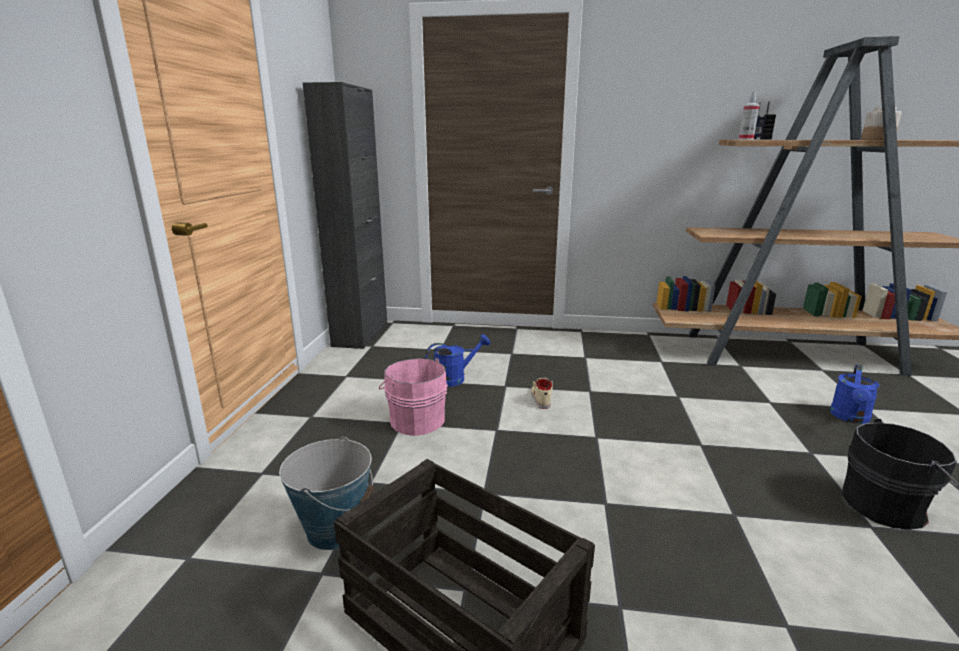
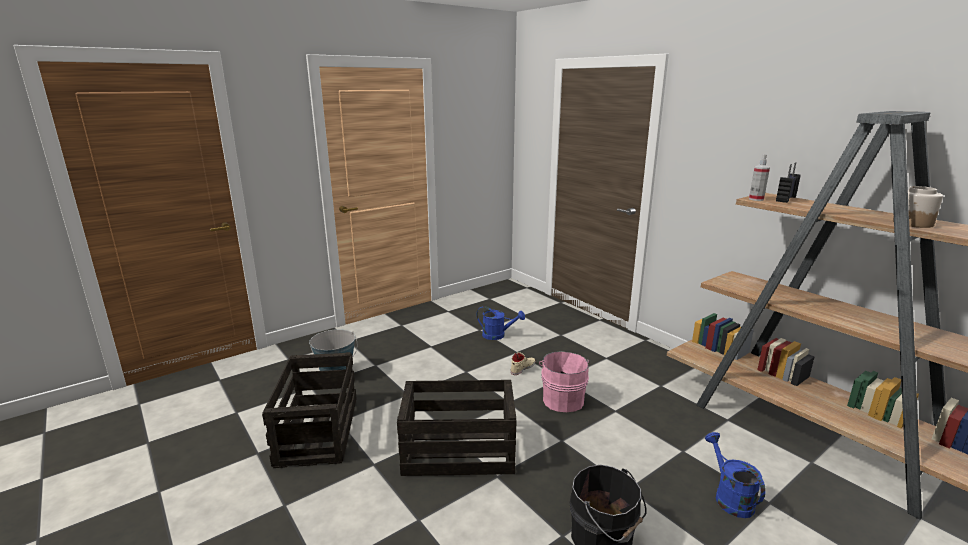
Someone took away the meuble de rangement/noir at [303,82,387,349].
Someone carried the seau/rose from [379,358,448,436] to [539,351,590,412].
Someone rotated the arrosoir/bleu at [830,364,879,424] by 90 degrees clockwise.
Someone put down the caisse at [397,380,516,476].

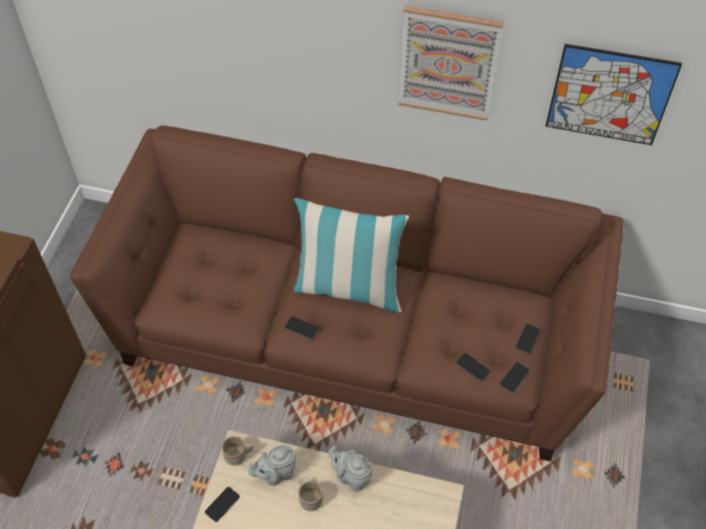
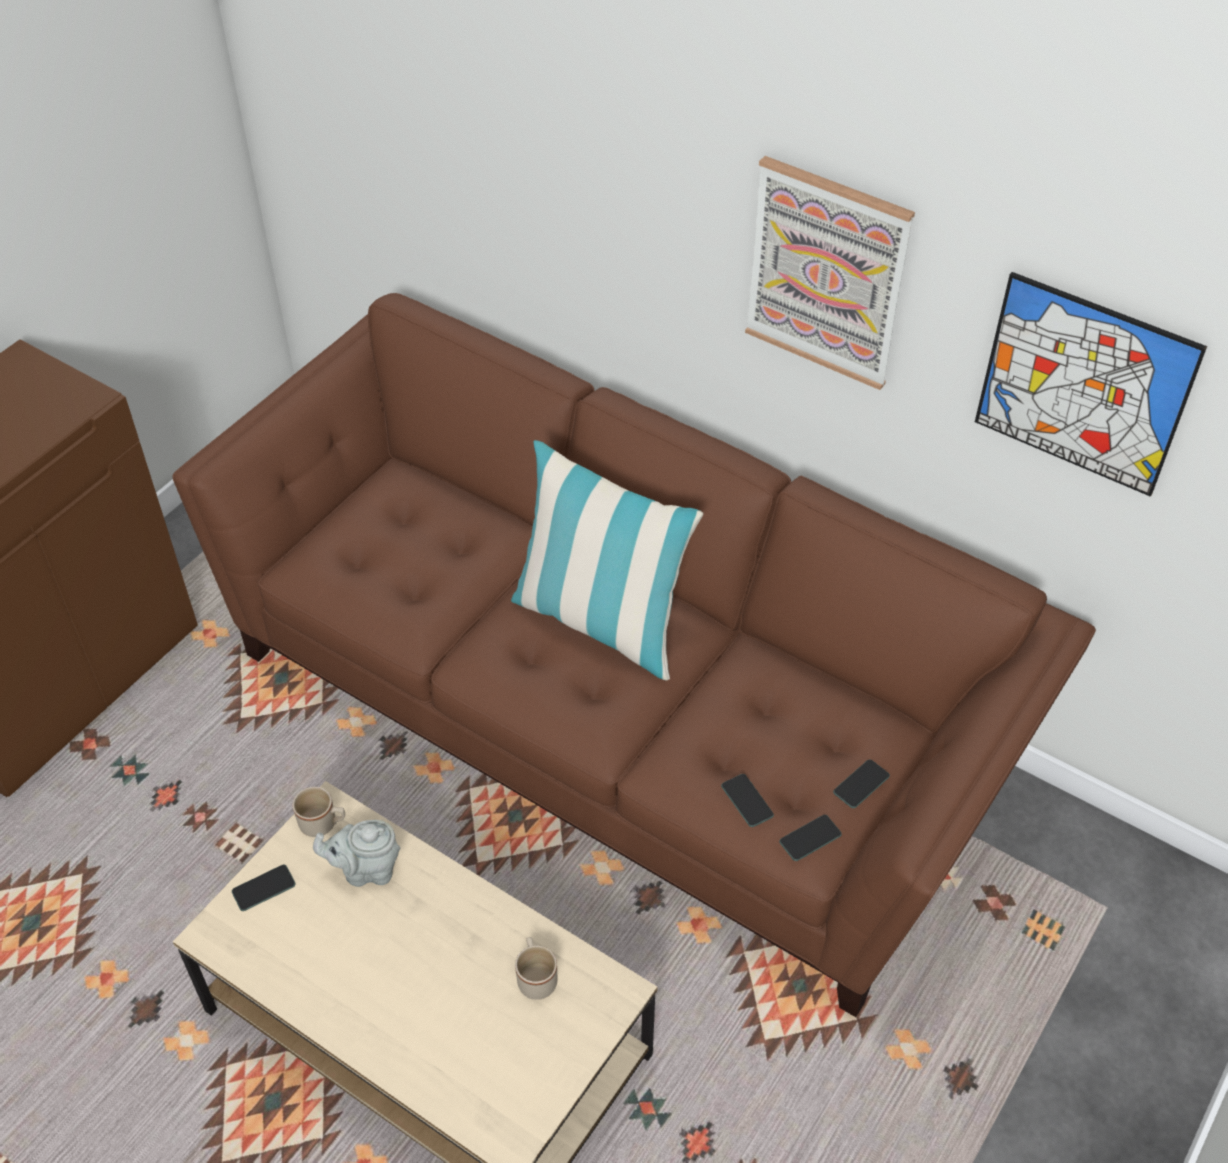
Someone took away the téléphone at [285,316,319,340].
Someone carried the mug/beige from [298,478,323,511] to [515,937,557,1000].
Someone took away the théière/gris at [328,445,372,492].

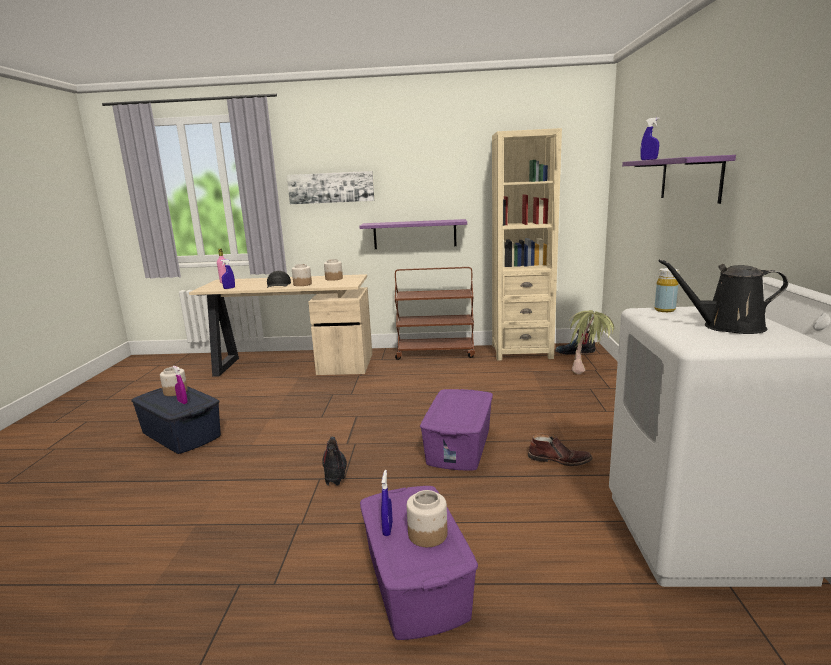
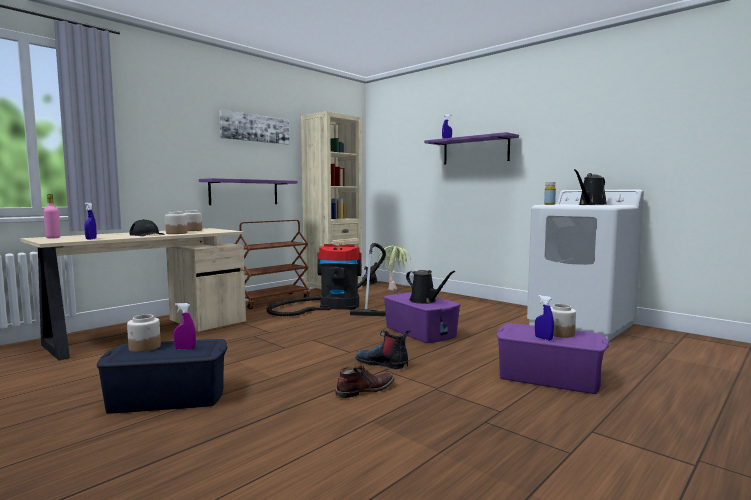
Someone carried the tableau from [287,171,374,204] to [219,110,289,145].
Someone carried the botte/marron from [528,433,593,466] to [335,364,395,398].
Someone put down the aspirateur at [267,243,386,316].
Someone put down the arrosoir/noir at [406,270,455,304].

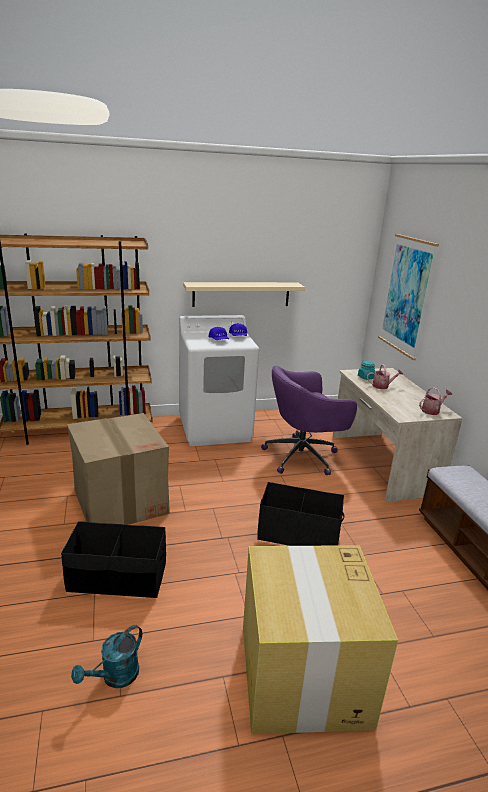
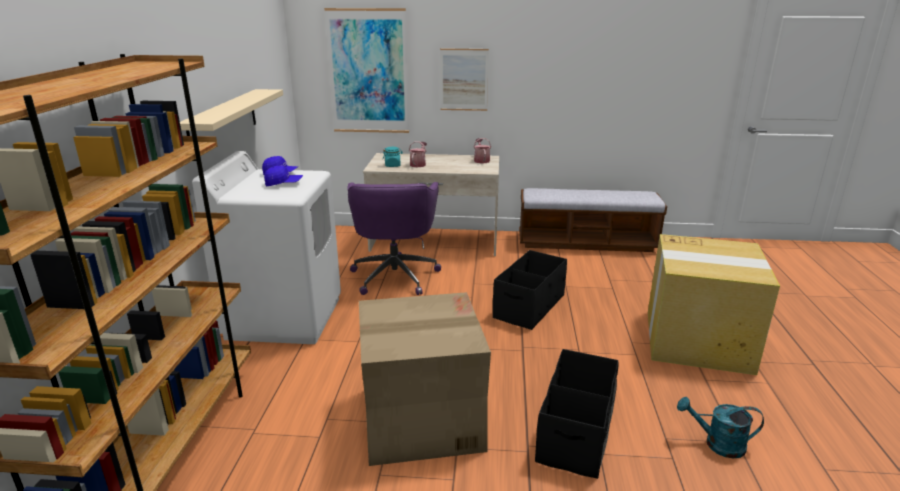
Someone rotated the arrosoir/turquoise at [71,625,142,688] by 135 degrees clockwise.
Someone put up the tableau at [440,49,489,111].

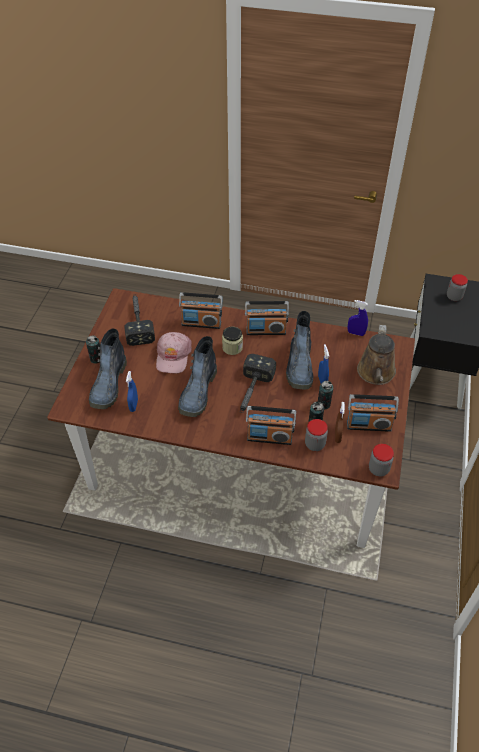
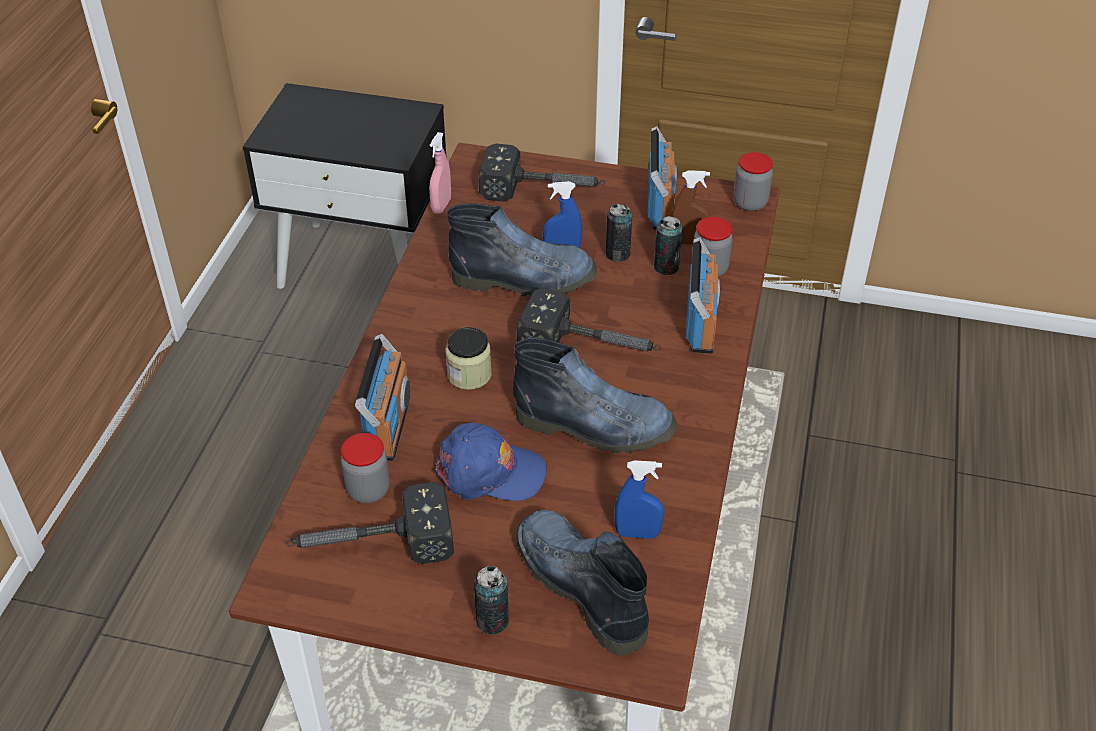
Someone rotated the botte at [89,329,127,409] by 135 degrees counterclockwise.
Someone repainted the casquette/rose at [156,332,192,373], which became the casquette/bleu at [435,423,547,501].
Someone took away the radio at [245,301,289,335].
Someone repainted the vaporisateur/bleu at [348,300,368,336], which became the vaporisateur/rose at [429,132,451,214].
Someone swapped the arrosoir/marron at [357,325,396,385] for the marteau at [478,144,605,201].
Someone carried the bocal from [447,274,468,301] to [341,433,390,503].

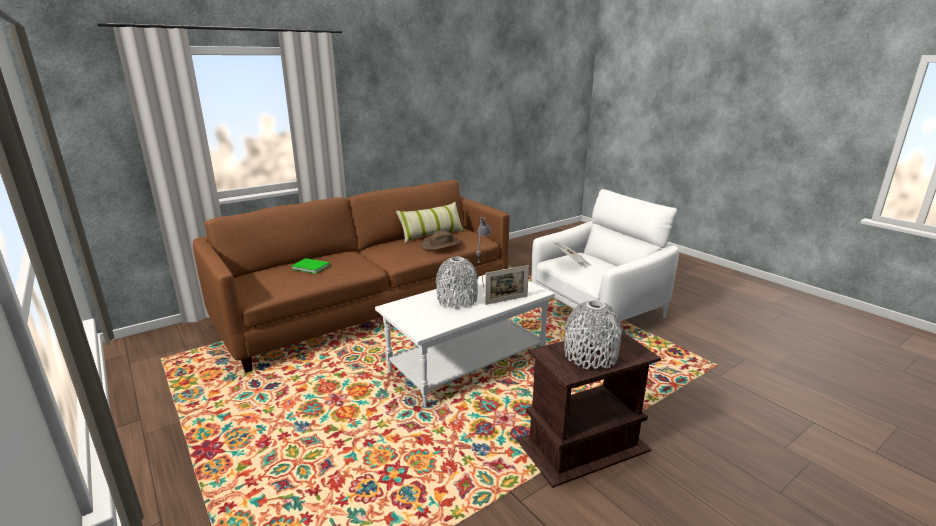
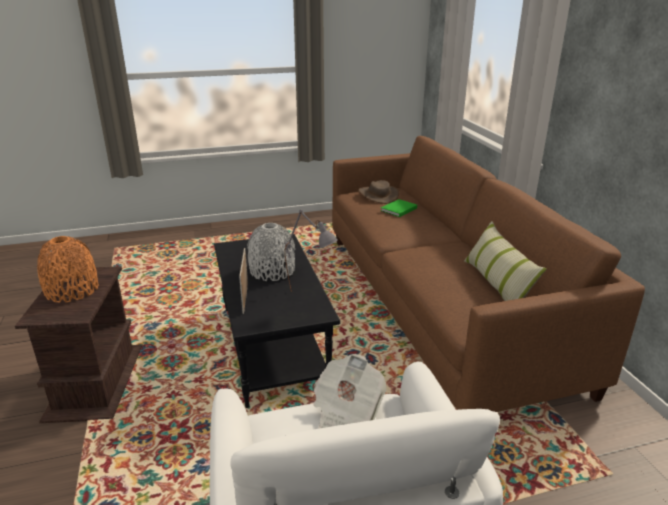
Someone repainted the table basse/blanc at [375,269,555,407], which became the table basse/noir at [214,234,340,408].
Someone carried the chapeau/marron from [420,230,463,250] to [358,180,399,204].
Someone repainted the vase/gris at [564,300,623,369], which became the vase/orange at [37,236,99,302].

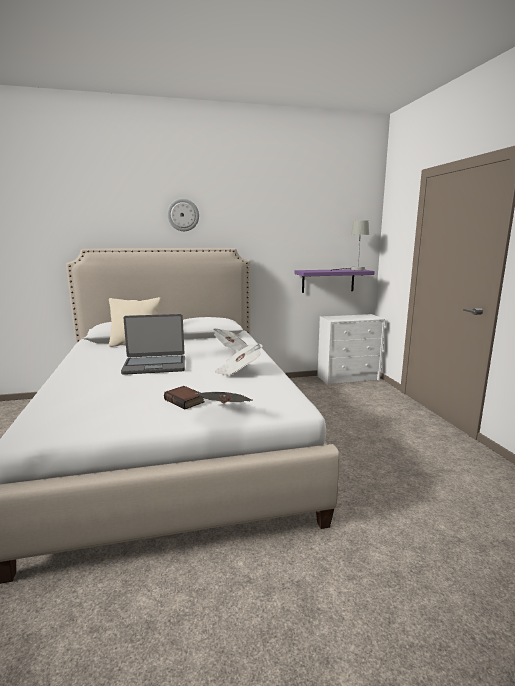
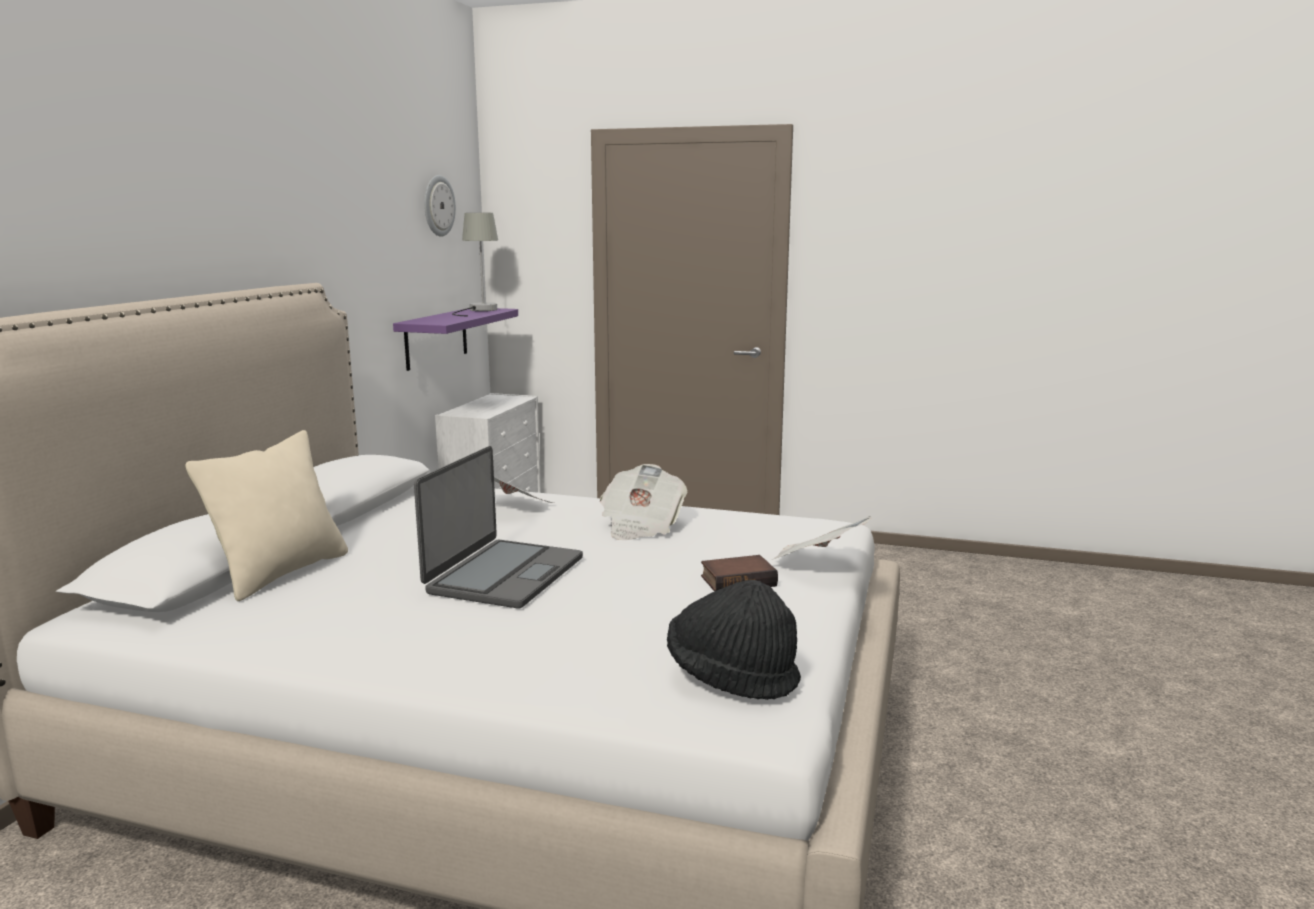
Someone carried the horloge murale from [167,199,199,231] to [424,175,456,237].
Someone put down the chapeau/noir at [667,580,801,700].

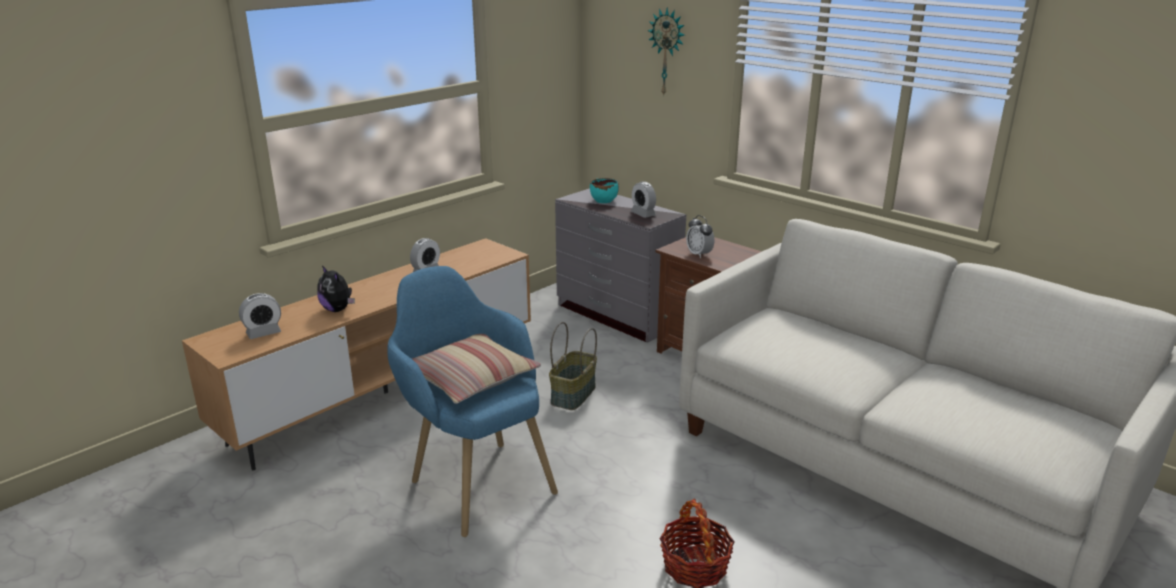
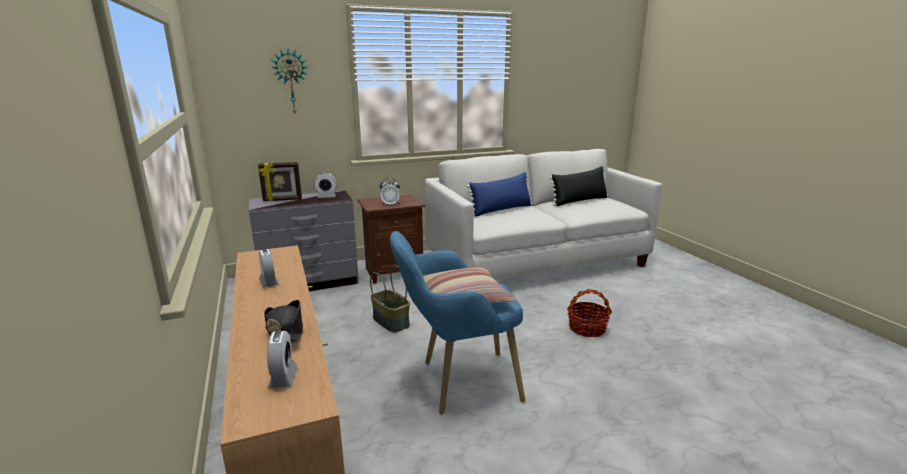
Someone swapped the peluche at [317,265,355,312] for the chapeau/noir at [264,300,303,344].
Someone swapped the bol/turquoise at [590,178,619,203] for the cadre photo at [258,162,302,202].
Someone put down the coussin/bleu at [467,172,532,217].
Someone put down the coussin/noir at [549,166,608,206].

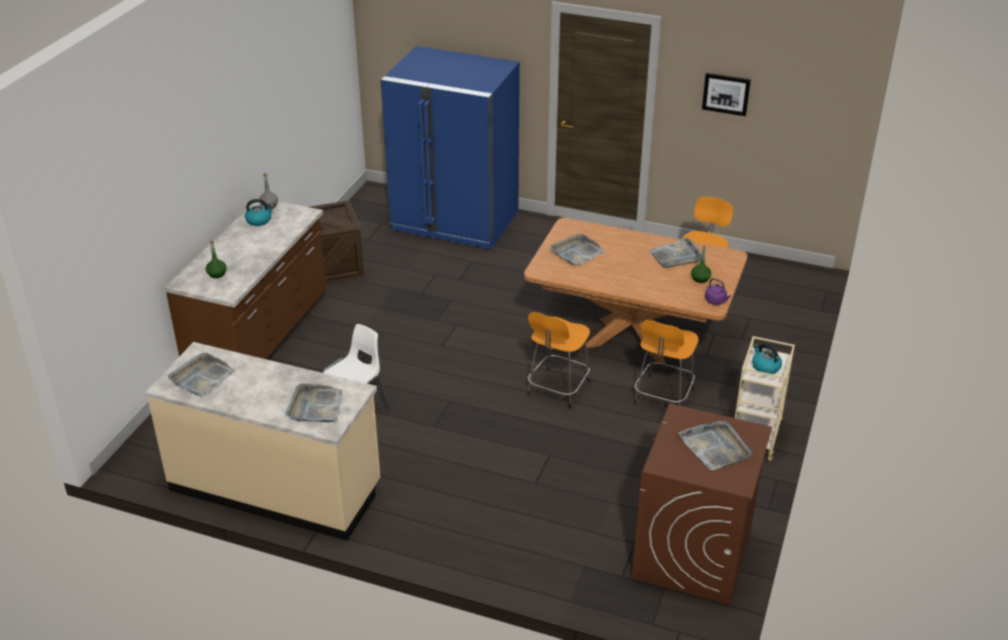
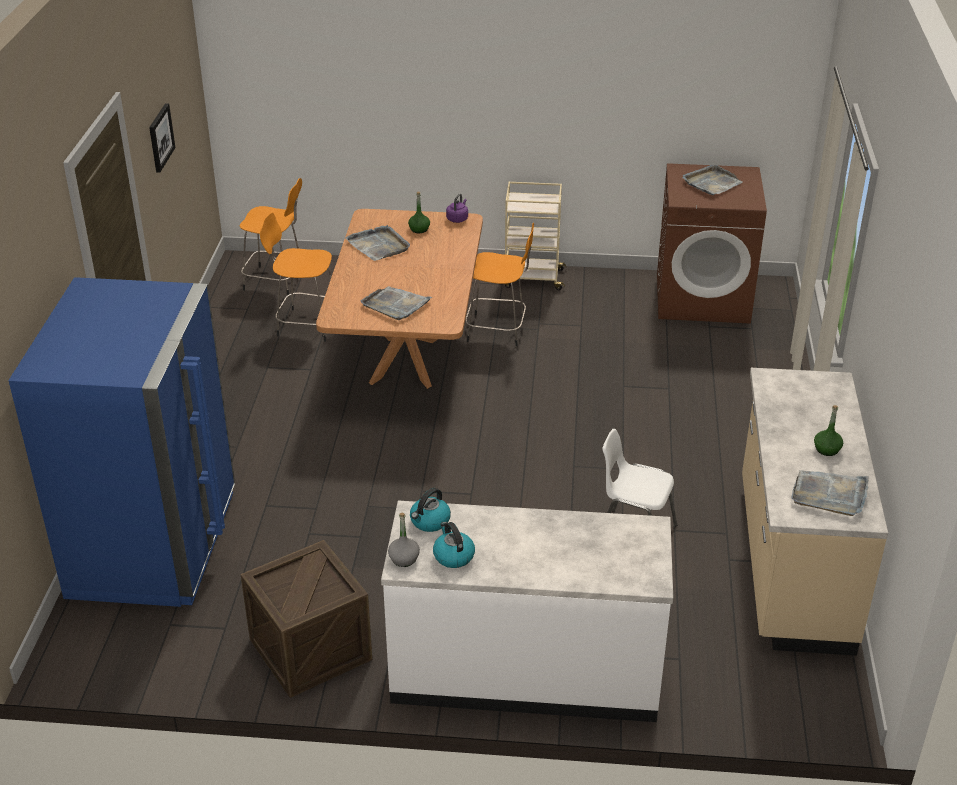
Someone repainted the comptoir de cuisine/marron at [165,198,326,359], which became the comptoir de cuisine/blanc at [381,501,673,722].
Someone carried the bouteille/vert from [206,240,227,278] to [814,405,843,456].
Someone took away the plateau/gris at [285,383,342,422].
Someone carried the tabouret/orange from [527,312,590,410] to [240,178,302,295].
Someone carried the bouilloire from [752,343,782,374] to [410,488,451,532].

